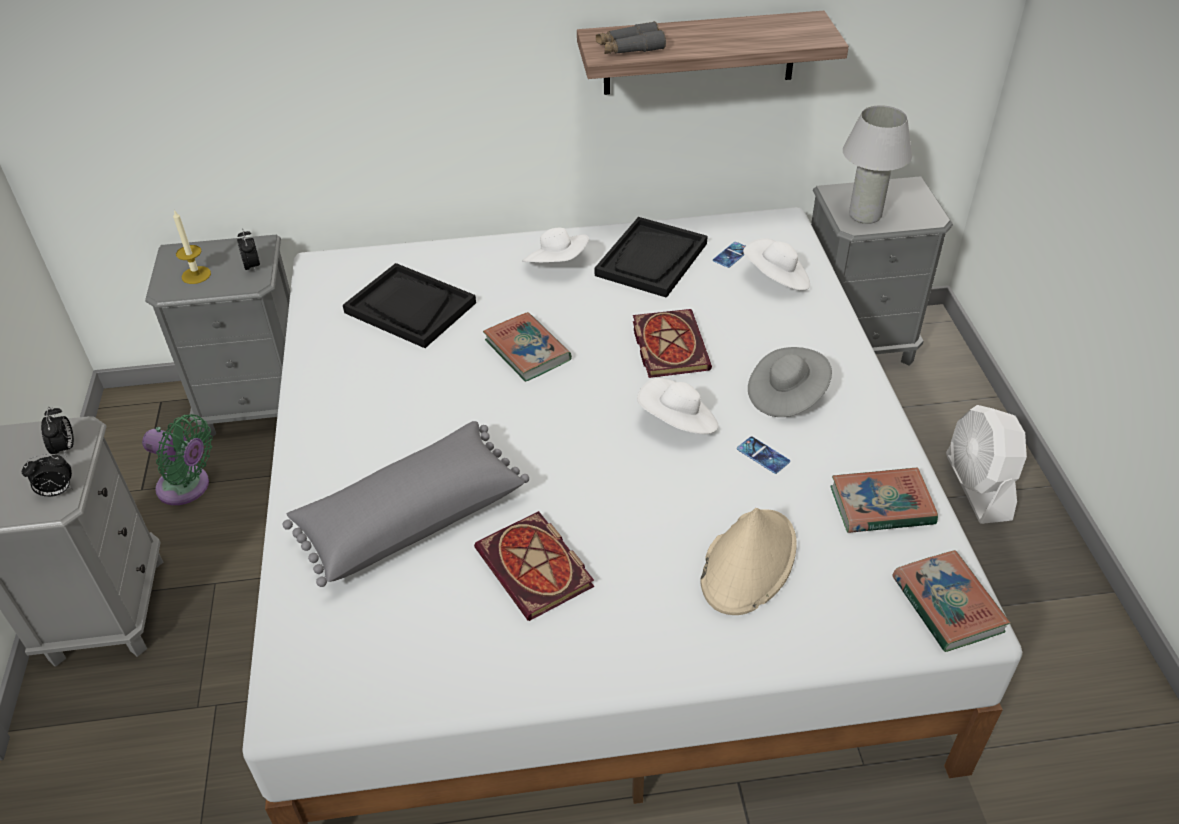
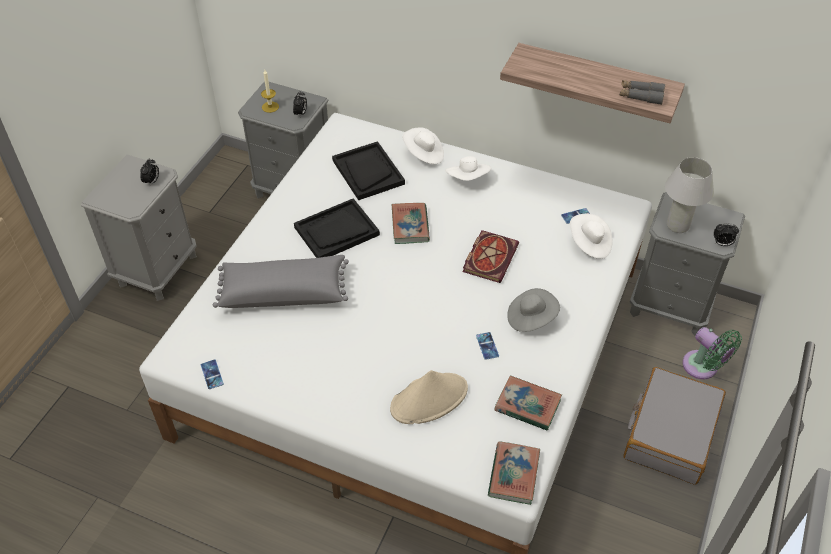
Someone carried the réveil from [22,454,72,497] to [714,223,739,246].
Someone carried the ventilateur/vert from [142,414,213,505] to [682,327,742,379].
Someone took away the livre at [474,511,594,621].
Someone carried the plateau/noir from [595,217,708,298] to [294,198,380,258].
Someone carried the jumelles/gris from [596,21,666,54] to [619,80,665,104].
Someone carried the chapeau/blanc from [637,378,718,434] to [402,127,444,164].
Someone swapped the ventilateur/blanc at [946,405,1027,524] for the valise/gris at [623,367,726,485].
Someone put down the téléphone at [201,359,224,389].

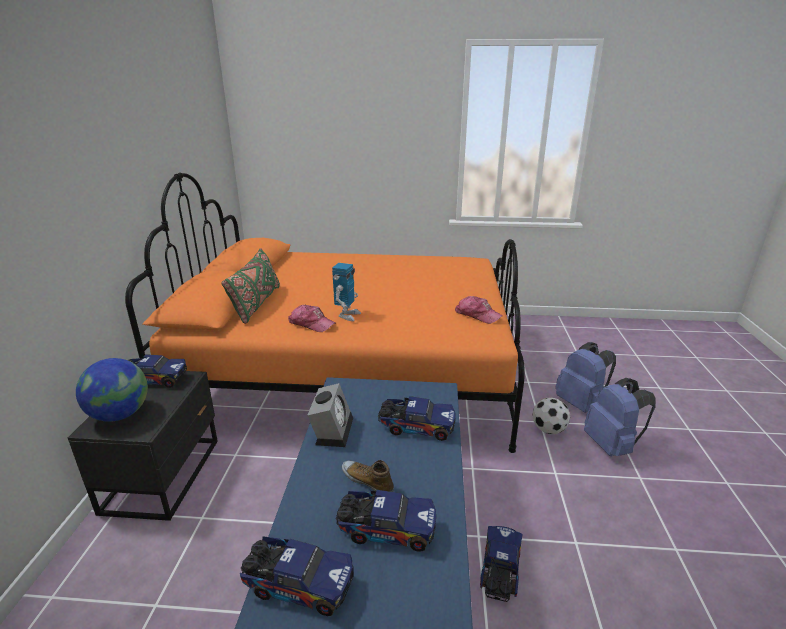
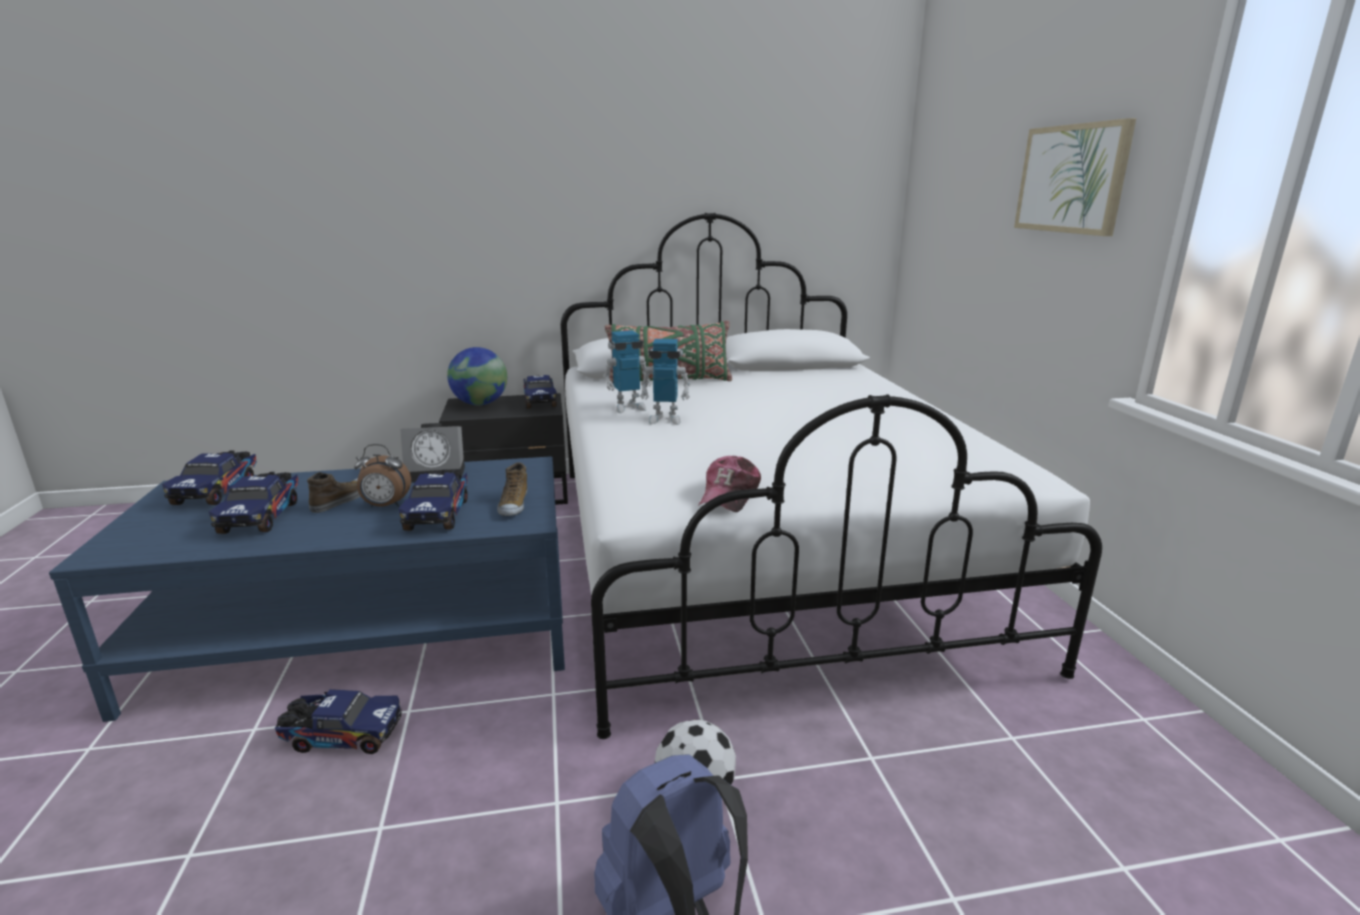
Someone repainted the lit/orange at [125,173,525,453], which became the lit/blanc at [561,213,1102,739].
Someone swapped the casquette at [288,305,335,332] for the robot jouet at [603,330,652,413].
Someone took away the sac à dos/bleu at [555,342,616,413].
Someone put down the réveil at [354,444,411,507].
Someone put down the chaussure at [497,462,527,516].
Someone put up the tableau at [1014,118,1136,236].

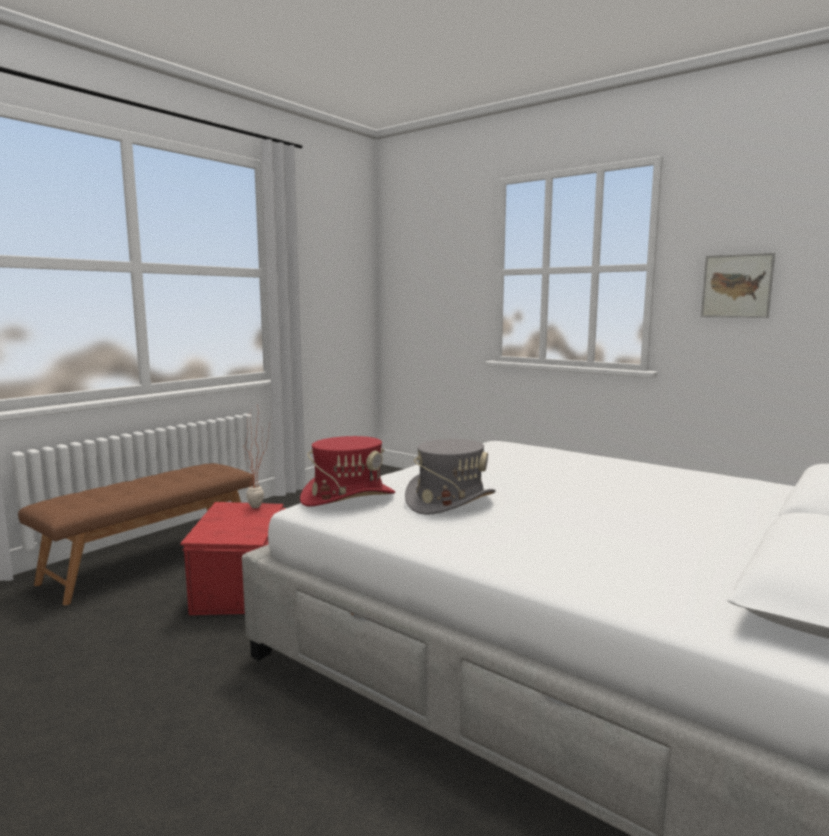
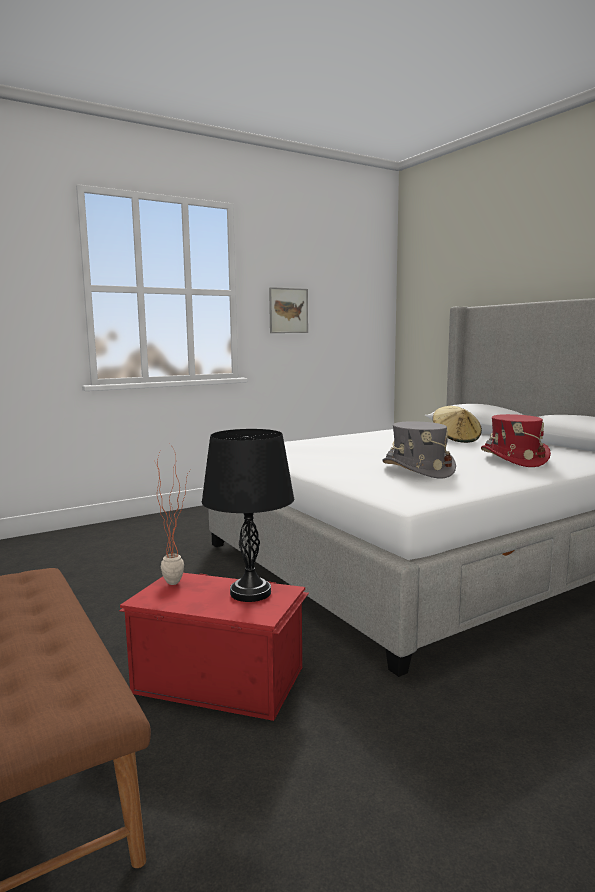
Someone carried the chapeau/rouge from [300,436,395,507] to [481,414,551,467].
Someone put down the lampe de table/noir at [202,429,294,602].
Someone put down the chapeau/beige at [433,406,482,443].

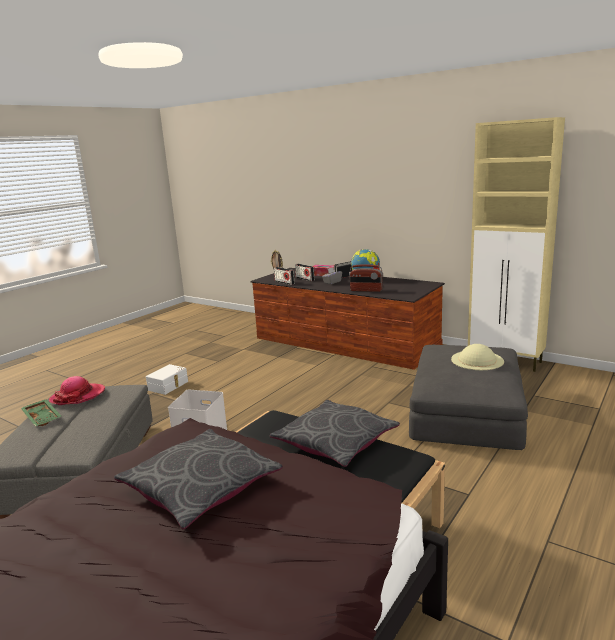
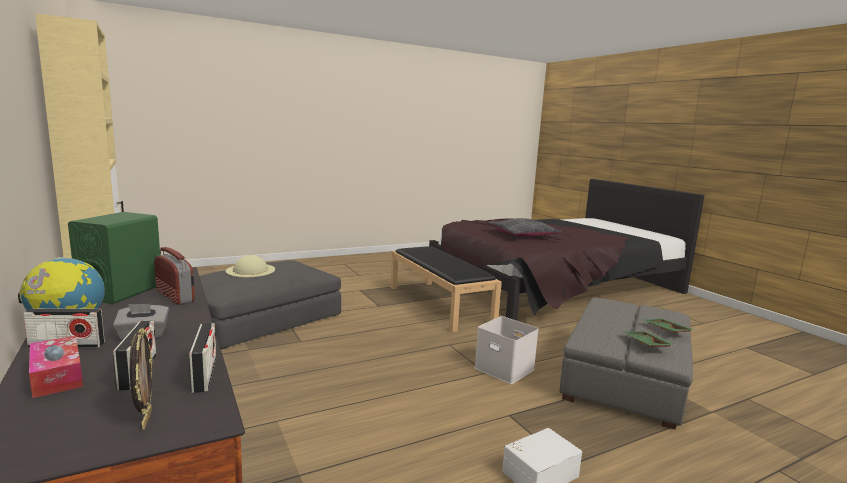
Someone swapped the chapeau at [49,376,105,405] for the plateau/vert at [623,331,675,347].
Someone took away the coussin/gris at [270,400,400,467].
Someone put down the enceinte/vert at [68,212,160,304].

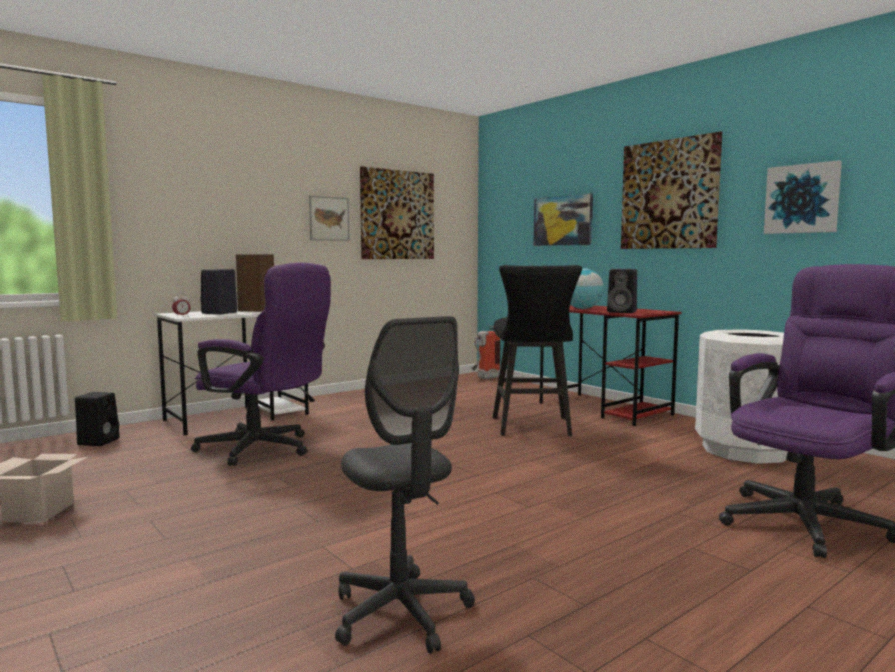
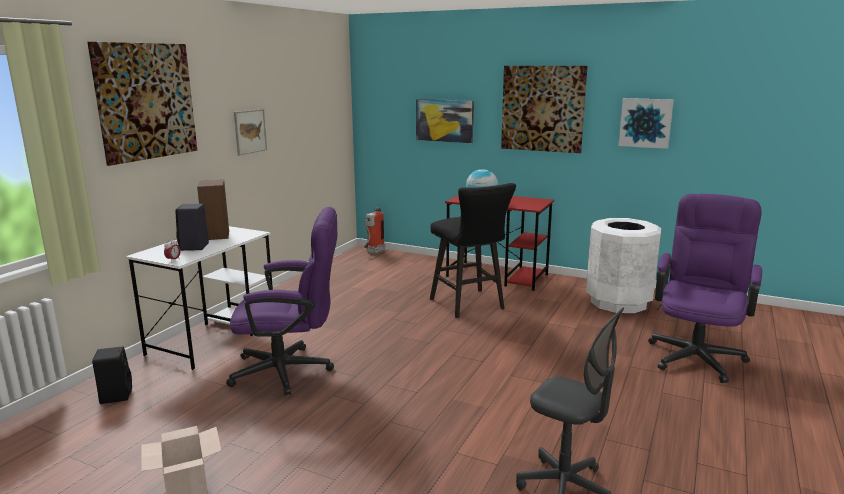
Someone carried the tableau from [360,166,434,259] to [87,42,198,166].
Someone took away the enceinte/noir at [607,269,637,313].

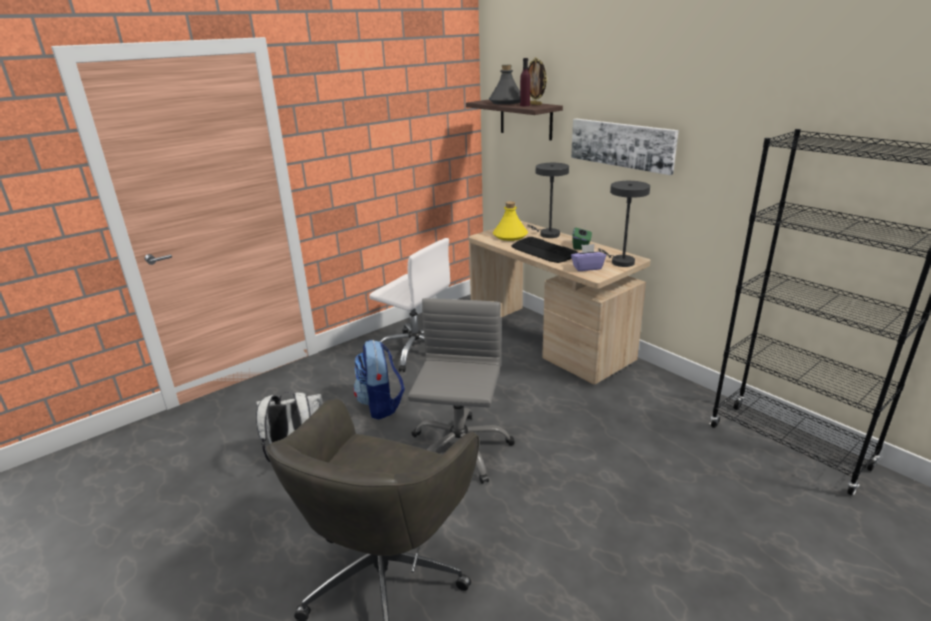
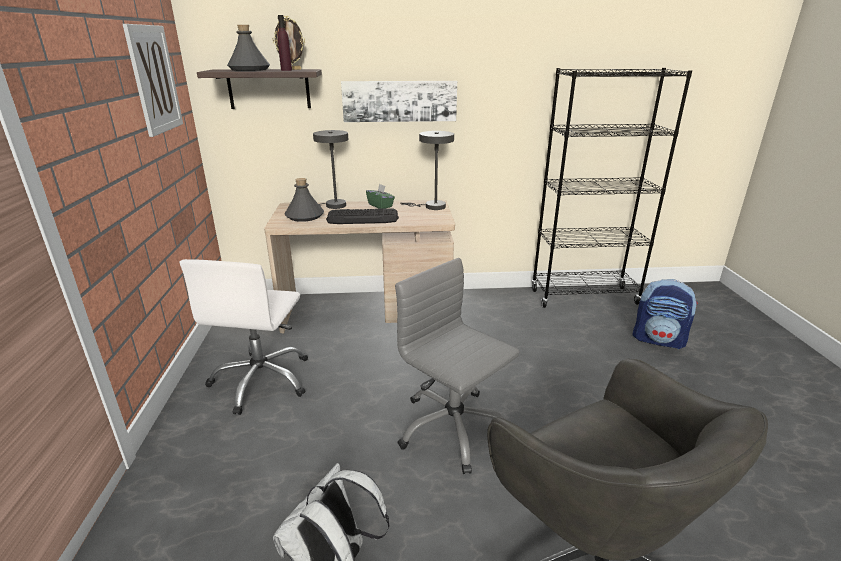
Someone carried the sac à dos from [353,339,405,420] to [633,279,698,349].
Someone rotated the chaise de bureau/blanc at [369,238,450,372] by 120 degrees clockwise.
Someone repainted the bouteille/jaune at [493,201,528,241], which became the bouteille/gris at [284,178,324,222].
Someone took away the boîte à mouchoirs/violet at [571,244,606,271].
Someone put up the tableau at [123,24,183,137].

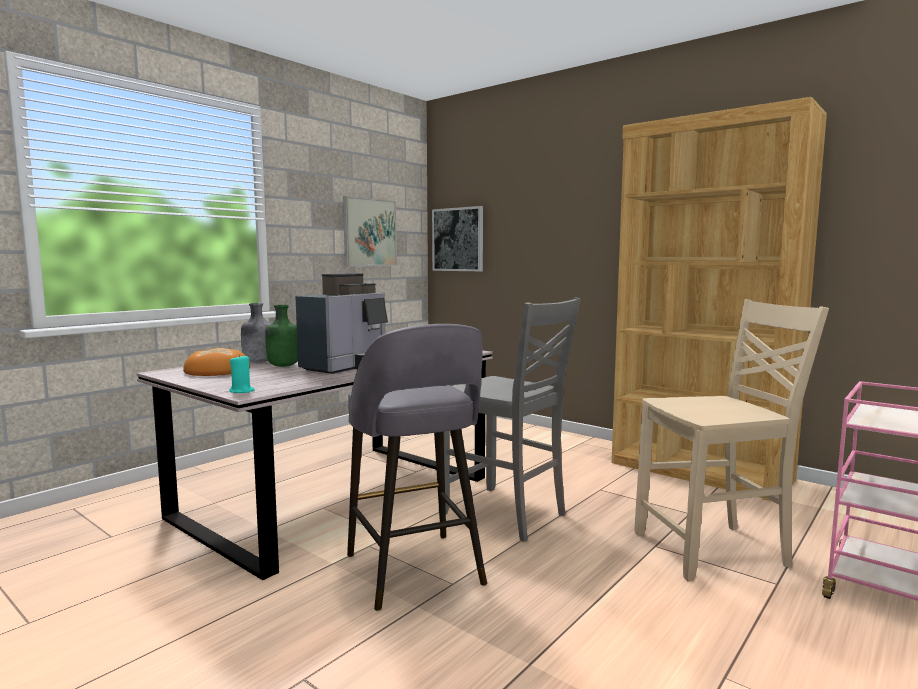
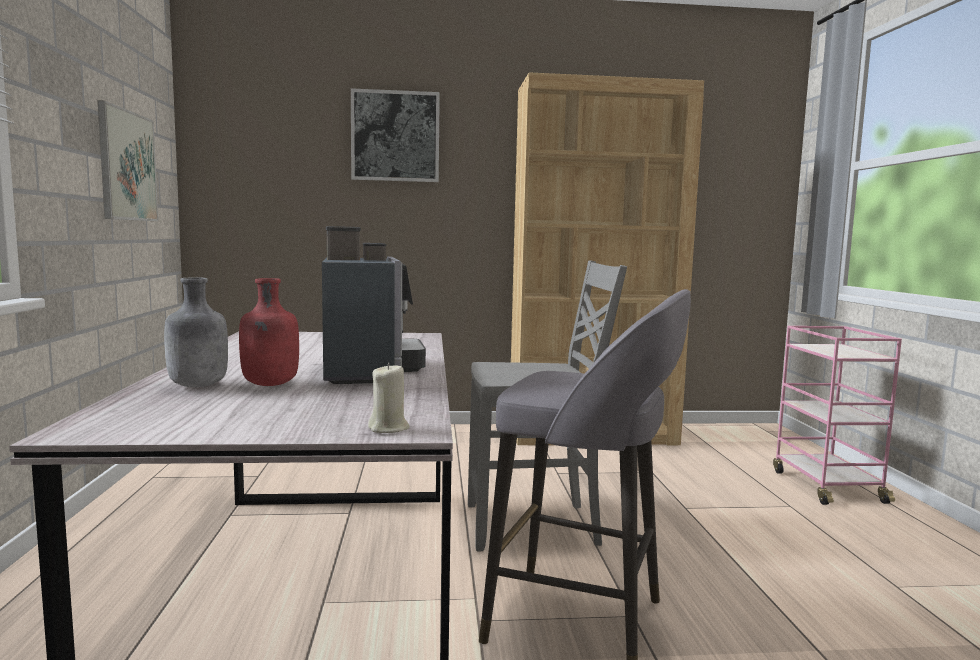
Someone took away the pain at [183,348,250,376].
Someone repainted the bougie/turquoise at [229,354,255,393], which became the bougie/beige at [368,363,410,433].
Someone repainted the bouteille/vert at [265,305,298,367], which became the bouteille/rouge at [239,278,299,386].
Someone carried the tableau from [432,206,483,271] to [351,88,440,182].
Someone took away the chaise/beige at [635,299,829,581].

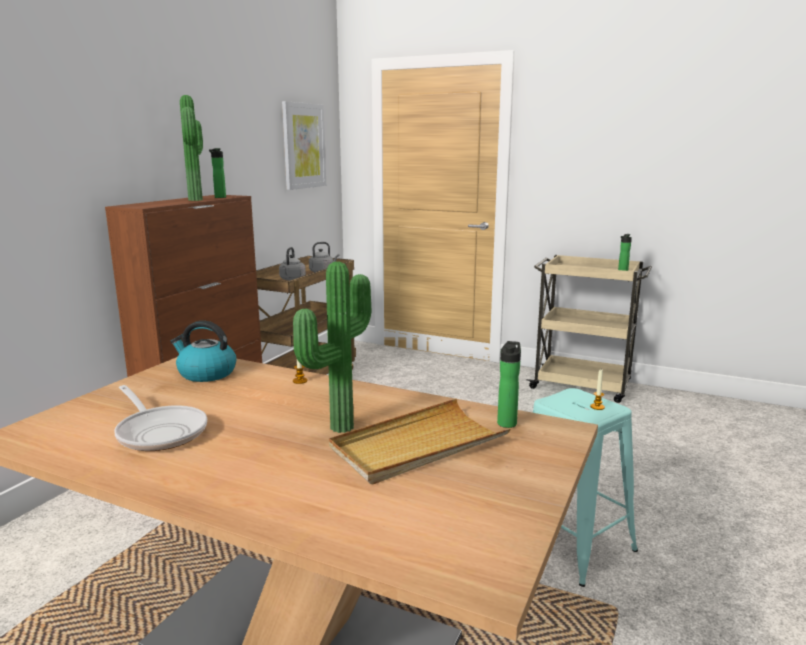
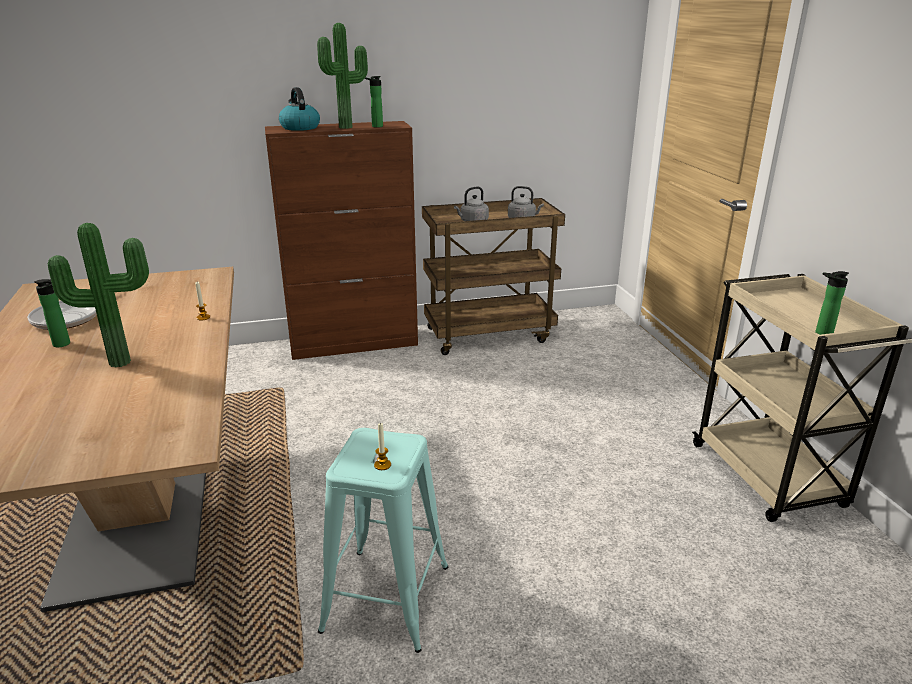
Someone carried the bouilloire from [170,321,237,382] to [279,87,320,131].
Someone took away the tableau at [282,101,326,190].
Someone took away the plateau/beige at [329,399,511,484].
Someone carried the bouteille from [497,341,521,428] to [34,279,70,347].

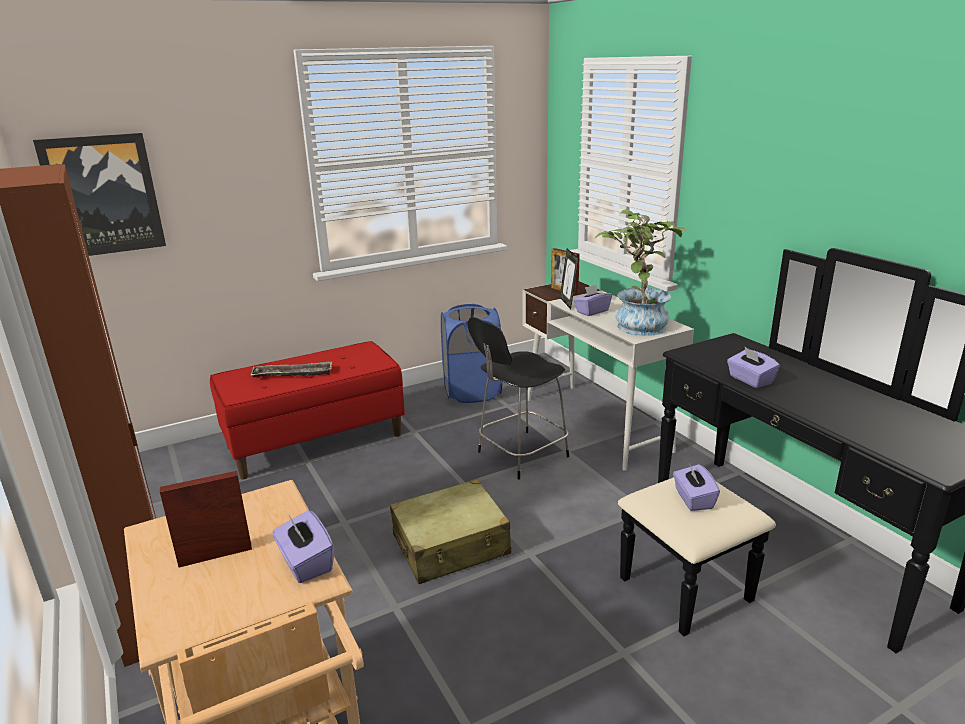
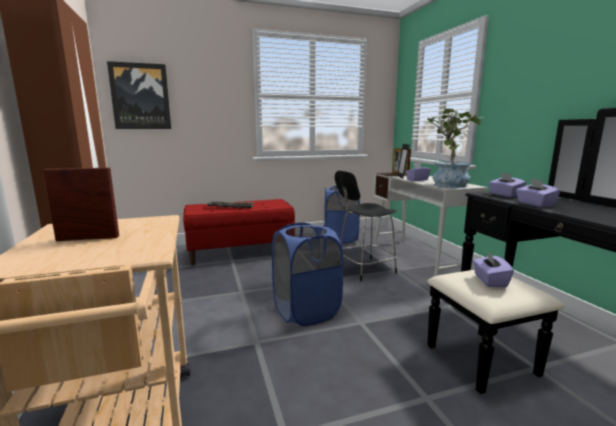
Someone carried the boîte à mouchoirs/violet from [272,510,334,583] to [489,173,526,197].
Someone swapped the valise/beige at [390,479,511,584] for the panier à linge/bleu at [272,222,343,326].

